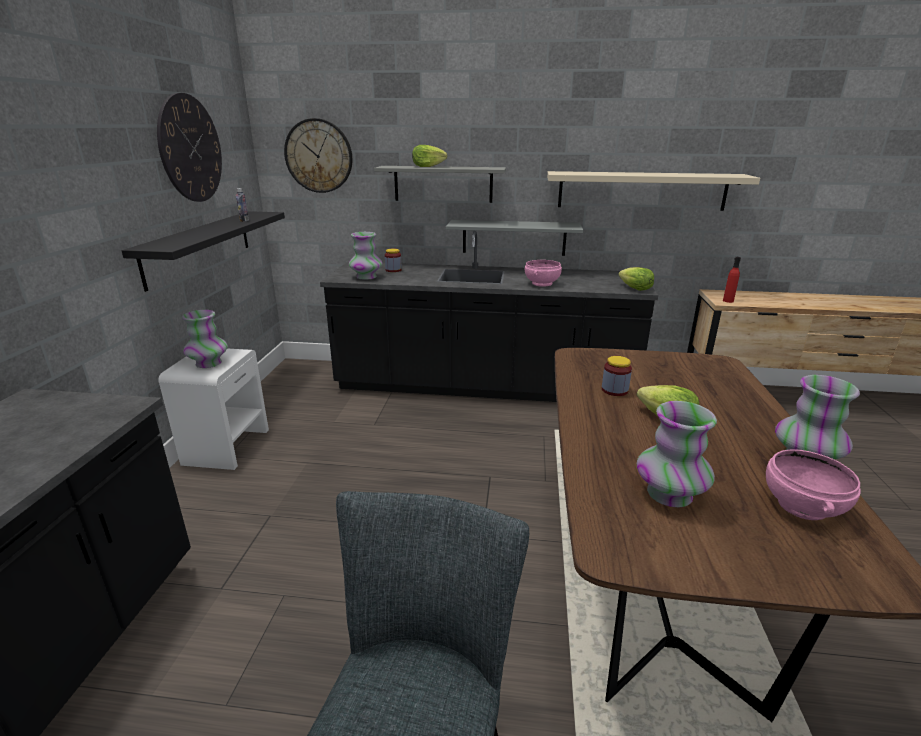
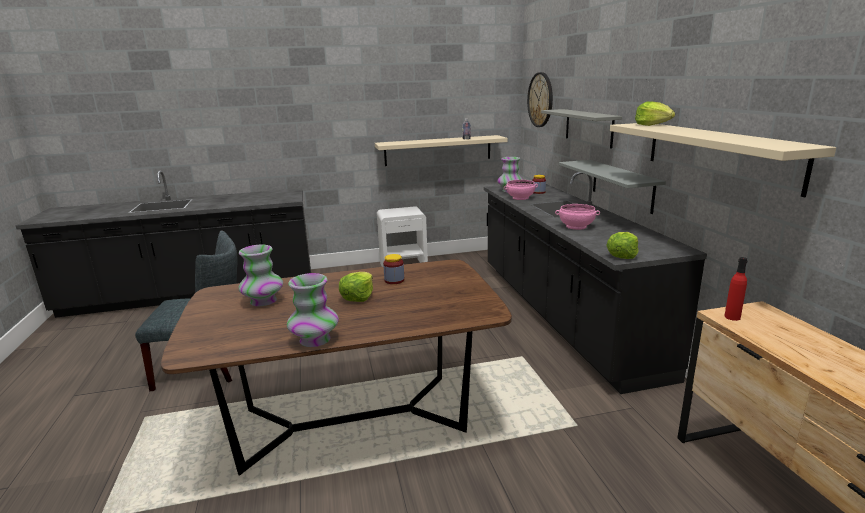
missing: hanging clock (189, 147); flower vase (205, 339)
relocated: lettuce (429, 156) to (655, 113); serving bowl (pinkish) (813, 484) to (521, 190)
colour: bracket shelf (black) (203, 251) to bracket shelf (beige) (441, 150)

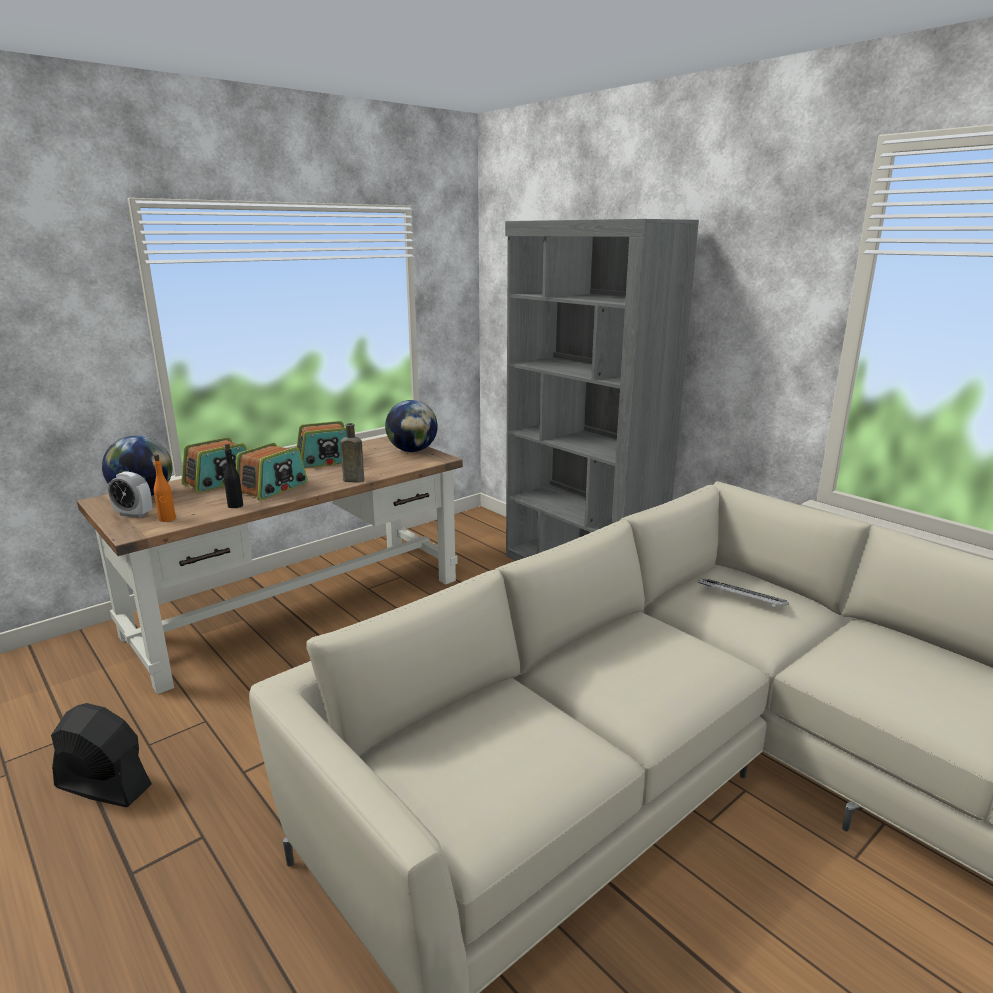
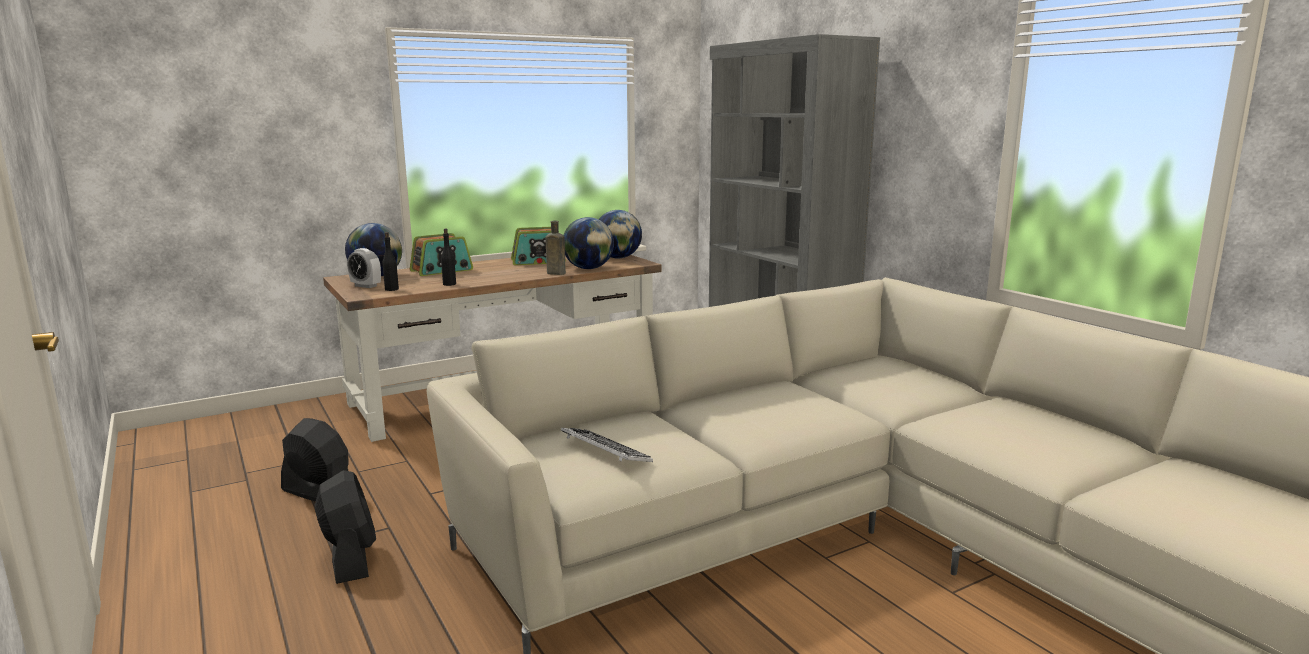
missing: radio (272, 471)
appeared: desk globe (589, 243); cooling fan (black) (345, 527)
relocated: PC keyboard (743, 593) to (607, 445)
colour: drink bottle (orange) (165, 488) to drink bottle (black) (391, 261)

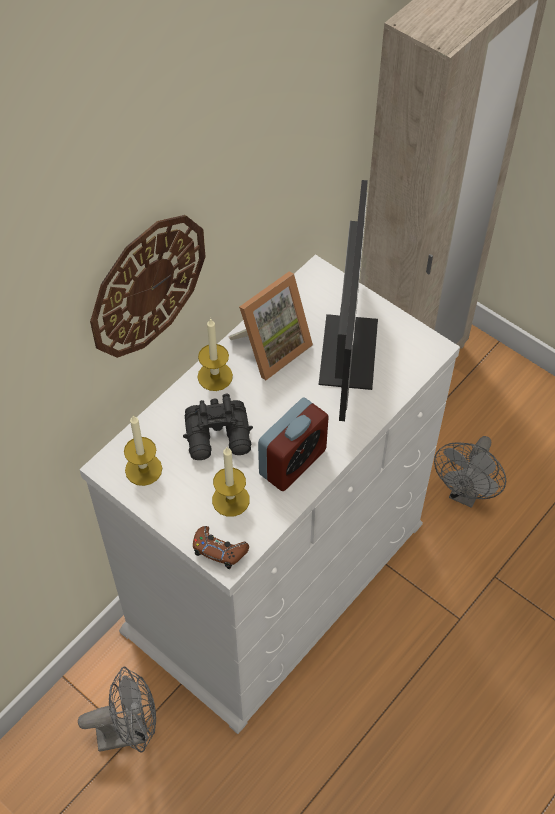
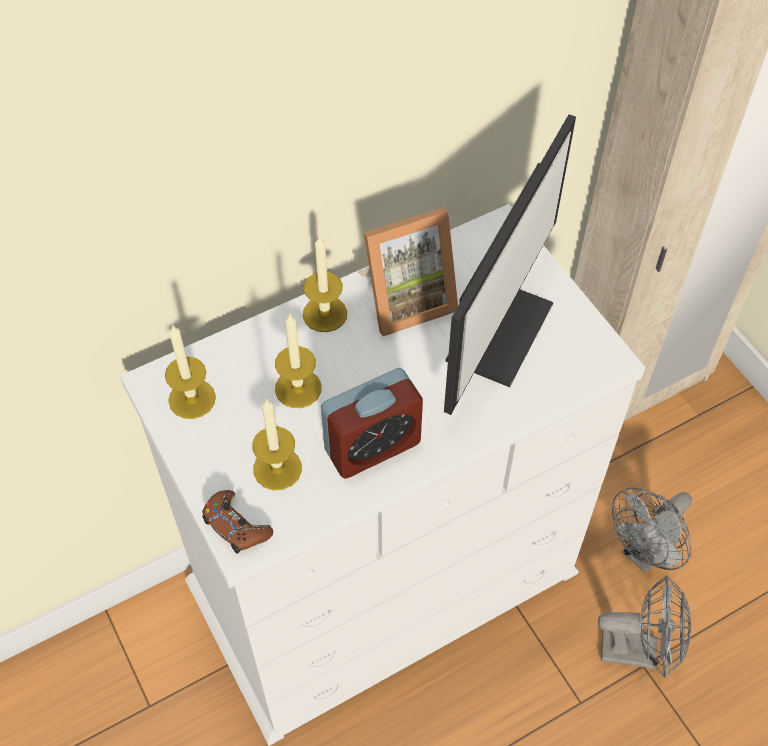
missing: hanging clock (148, 286)
relocated: cooling fan (gray) (117, 710) to (644, 626)
exchanged: pair of binoculars (black) (218, 427) to candle (298, 360)

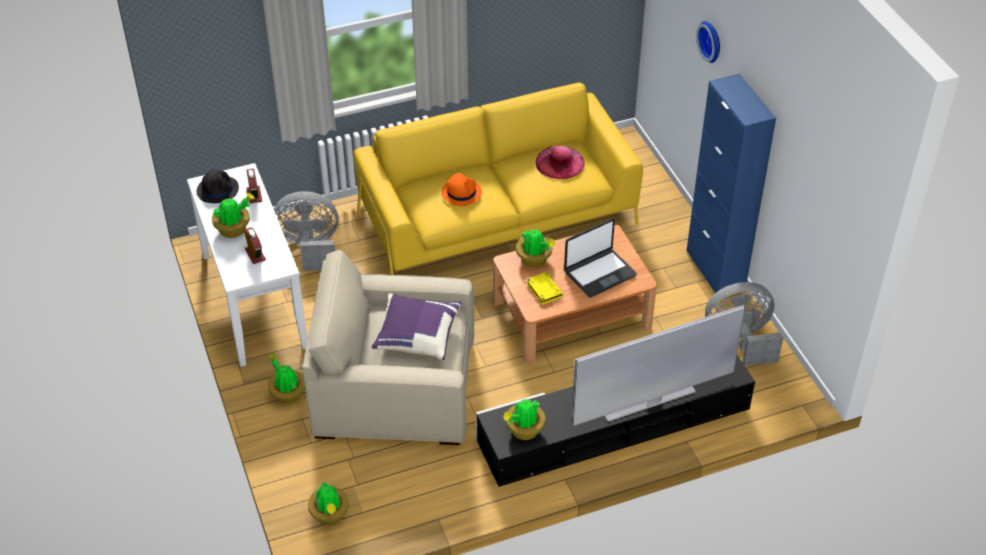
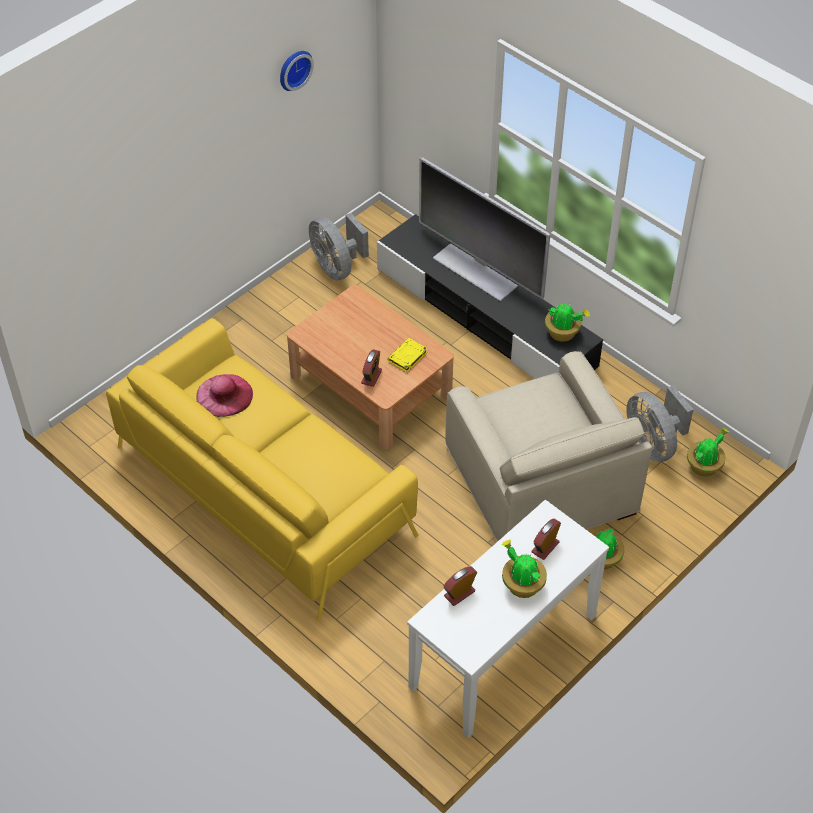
missing: cupboard (blue-coloured) (731, 183); clothing hat (black) (218, 186); clothing hat (orange) (461, 189); notebook computer (600, 258); throw pillow (purple) (417, 327)
relocated: hanging clock (708, 42) to (297, 71); cooling fan (gray) (306, 231) to (660, 423)
exchanged: plant in a pot (535, 248) to table clock (371, 368)

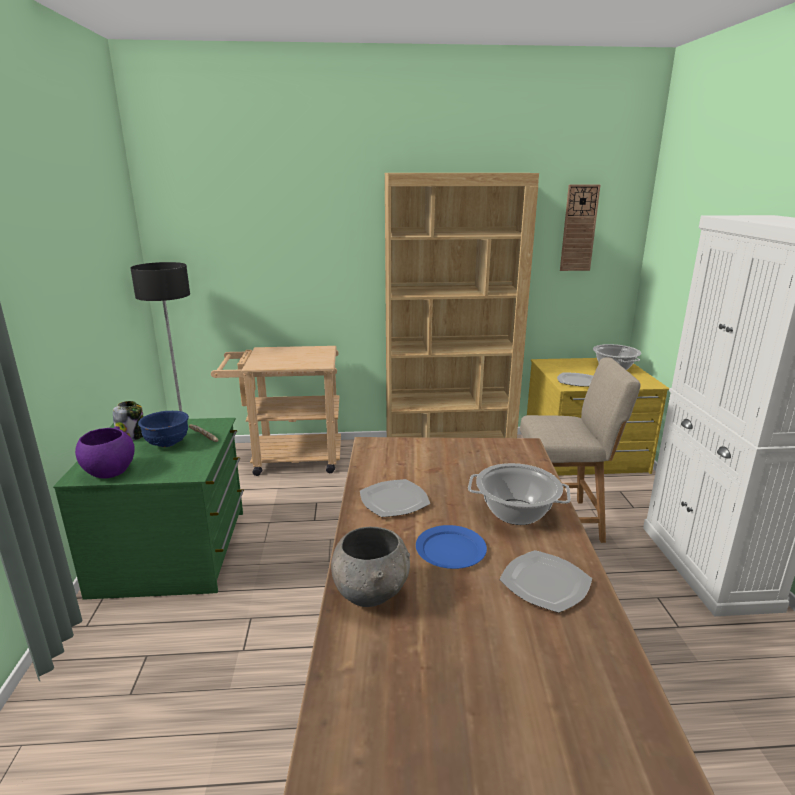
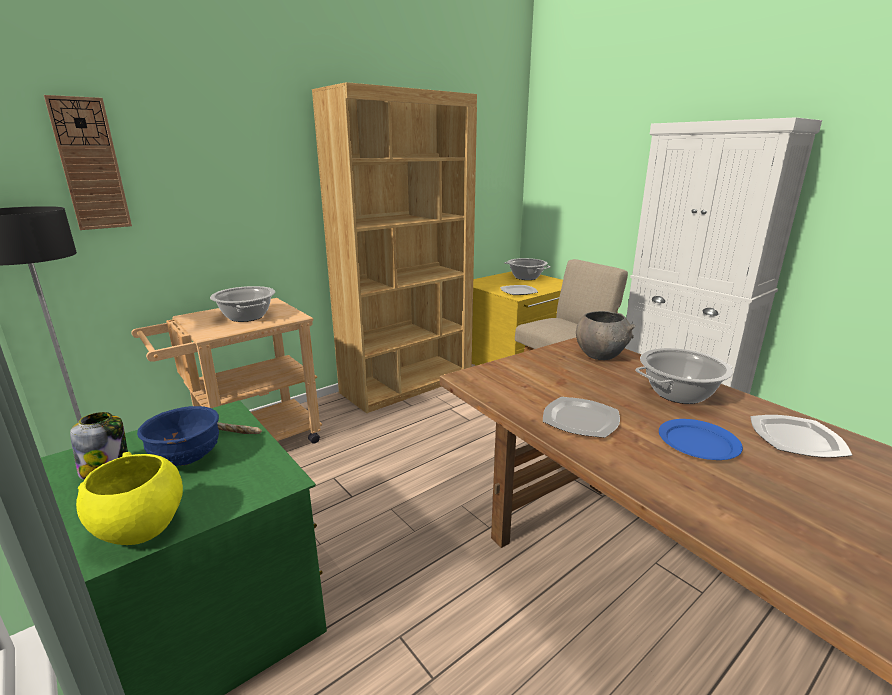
appeared: stockpot (242, 304)
relocated: hanging clock (580, 228) to (88, 162); serving bowl (gray) (370, 567) to (605, 335)
colour: serving bowl (purple) (105, 452) to serving bowl (yellow-coloured) (129, 498)

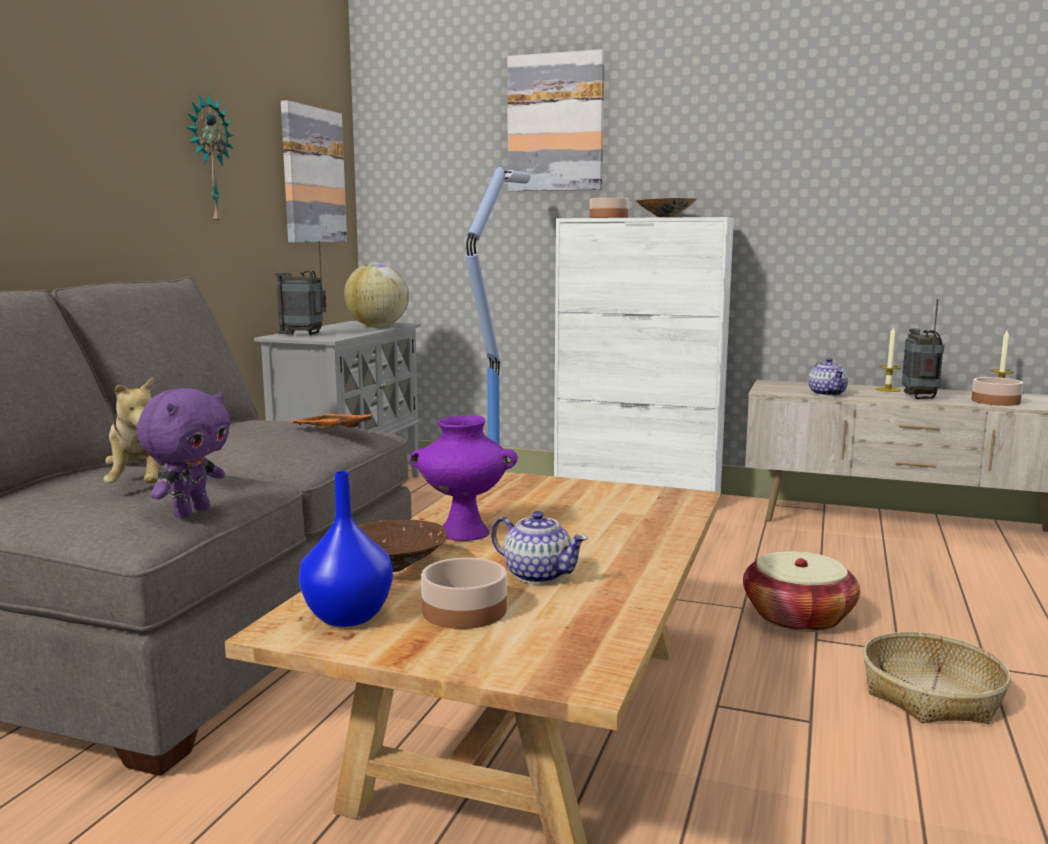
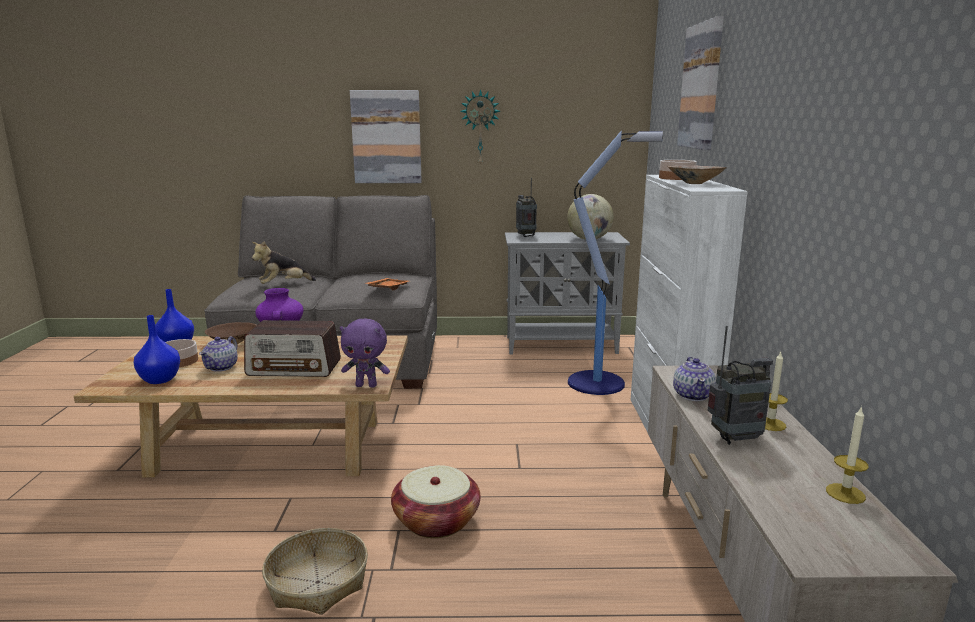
missing: serving bowl (997, 391)
appeared: flower vase (blue-coloured) (157, 349); radio (292, 348)
relocated: wall art (314, 171) to (386, 136); plush toy (purple) (183, 453) to (365, 353)
spun: teapot (828, 377) = (694, 379) 60 degrees counterclockwise

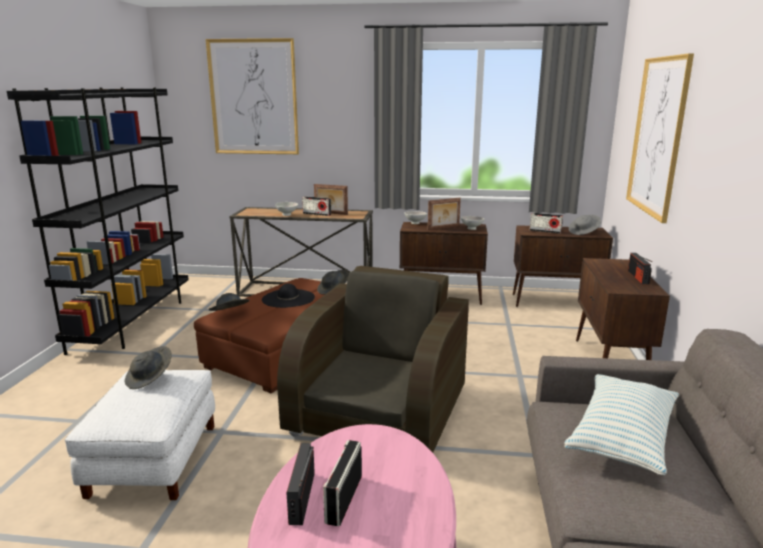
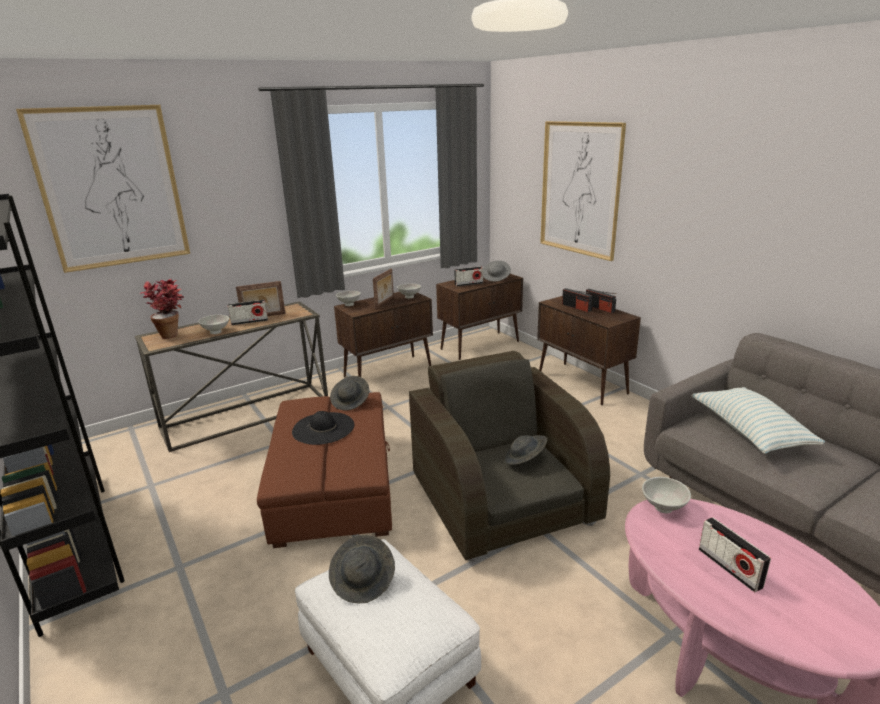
appeared: plant in a pot (162, 309); serving bowl (white) (666, 495)
relocated: clothing hat (gray) (229, 302) to (526, 450); radio (301, 484) to (577, 300)

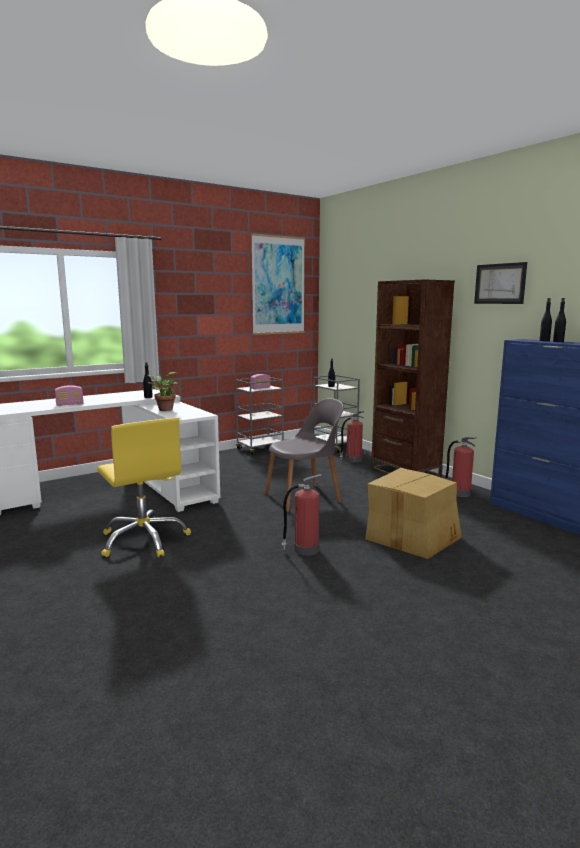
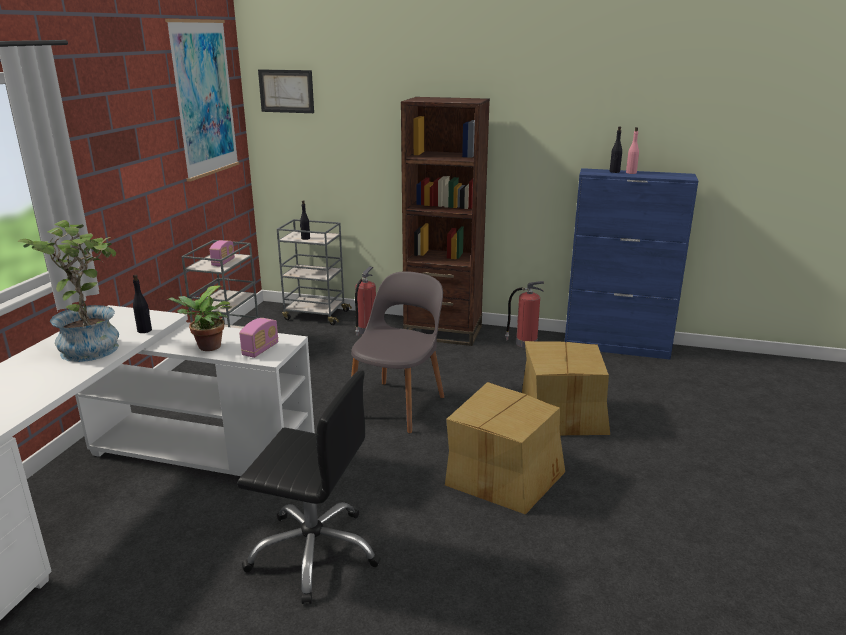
appeared: plant in a pot (68, 291)
relocated: wall art (500, 283) to (286, 91); radio (69, 395) to (258, 338)
exchanged: fire-fighting cylinder (302, 514) to cardboard box (505, 448)
colour: drink bottle (black) (559, 320) to drink bottle (pinkish) (632, 150); computer chair (yellow-coloured) (144, 487) to computer chair (black) (309, 487)

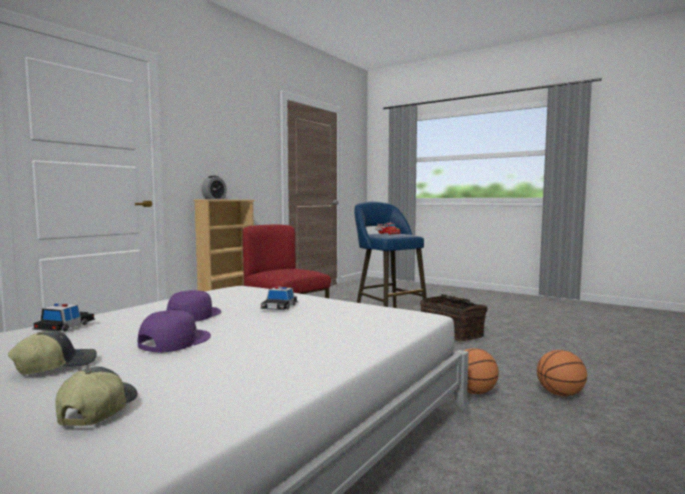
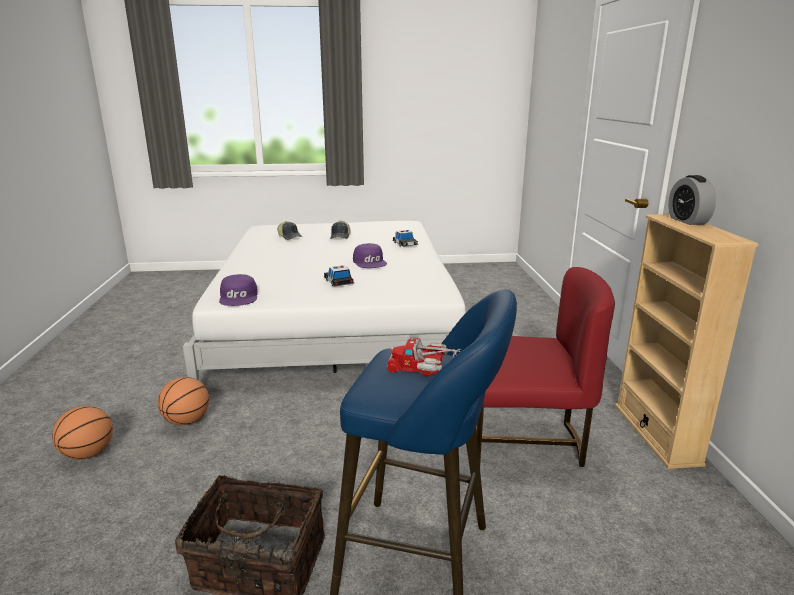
relocated: cap (purple) (174, 331) to (238, 290)

